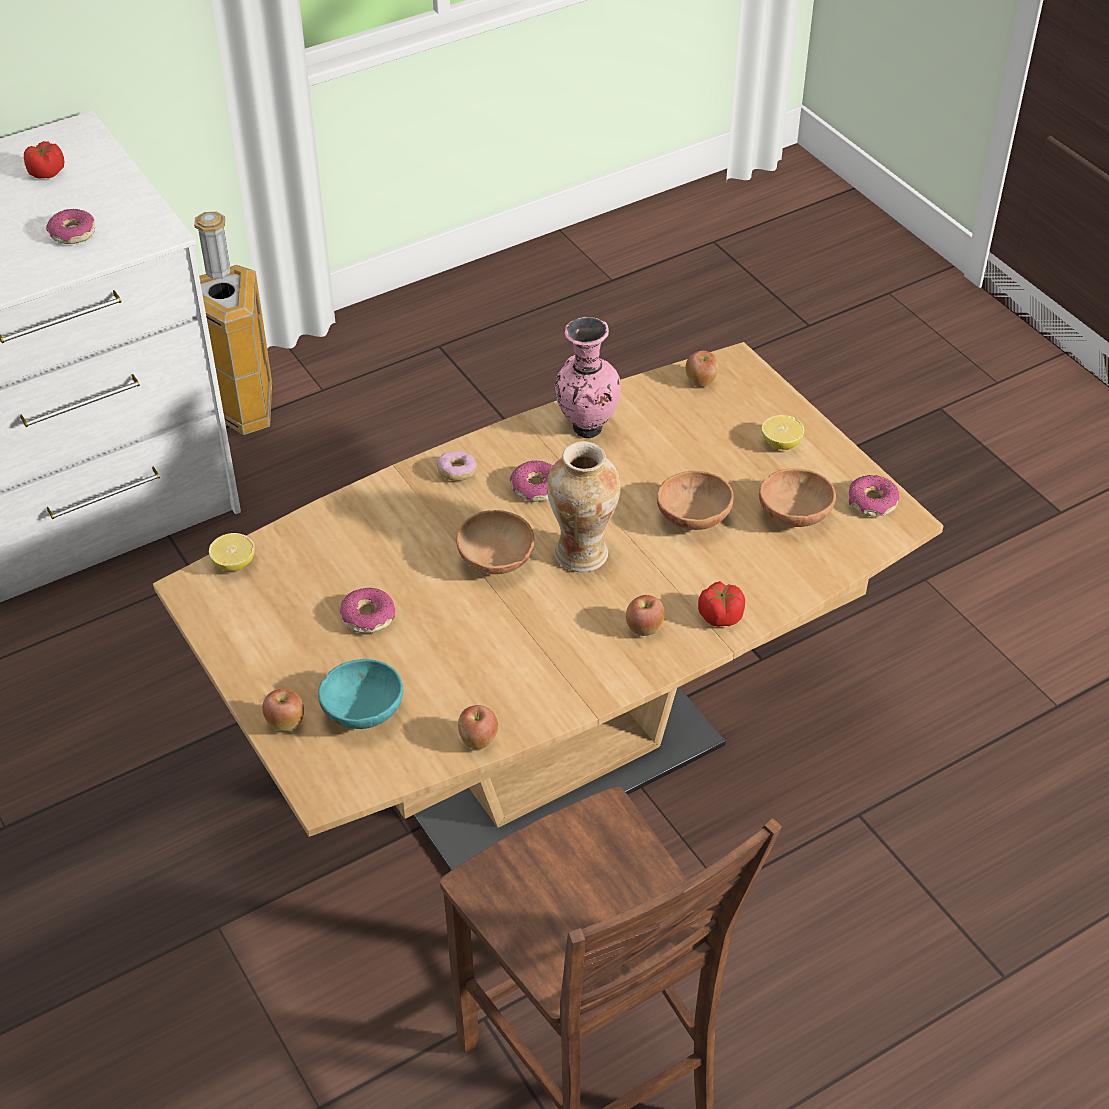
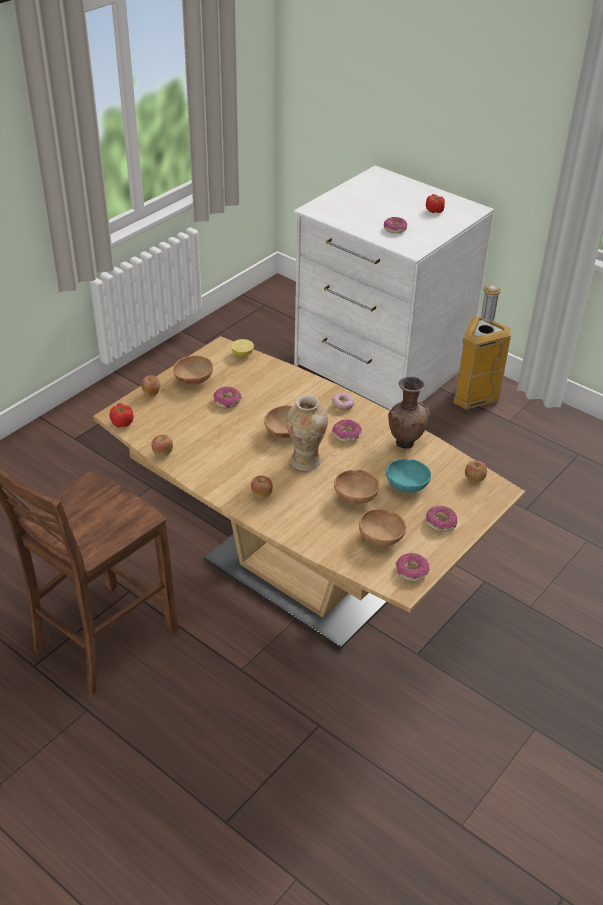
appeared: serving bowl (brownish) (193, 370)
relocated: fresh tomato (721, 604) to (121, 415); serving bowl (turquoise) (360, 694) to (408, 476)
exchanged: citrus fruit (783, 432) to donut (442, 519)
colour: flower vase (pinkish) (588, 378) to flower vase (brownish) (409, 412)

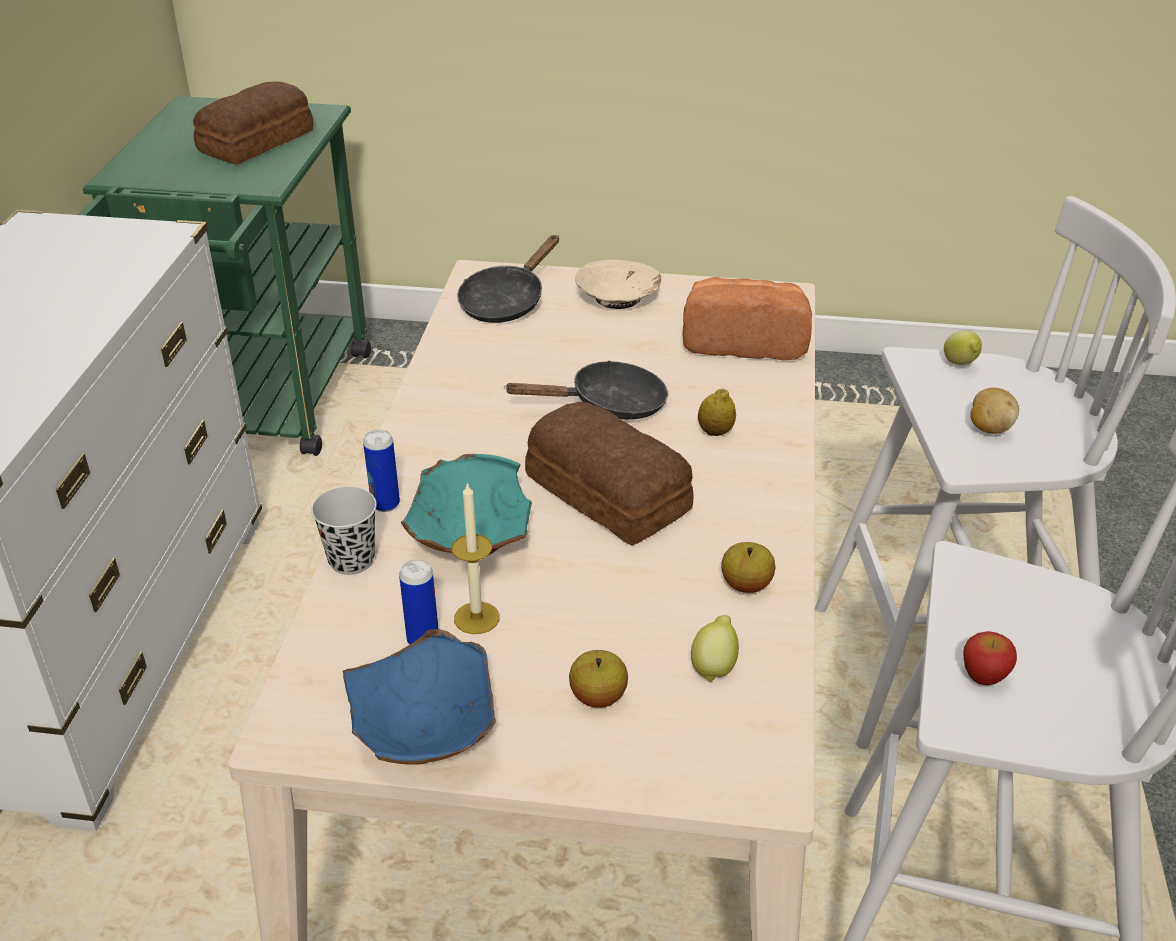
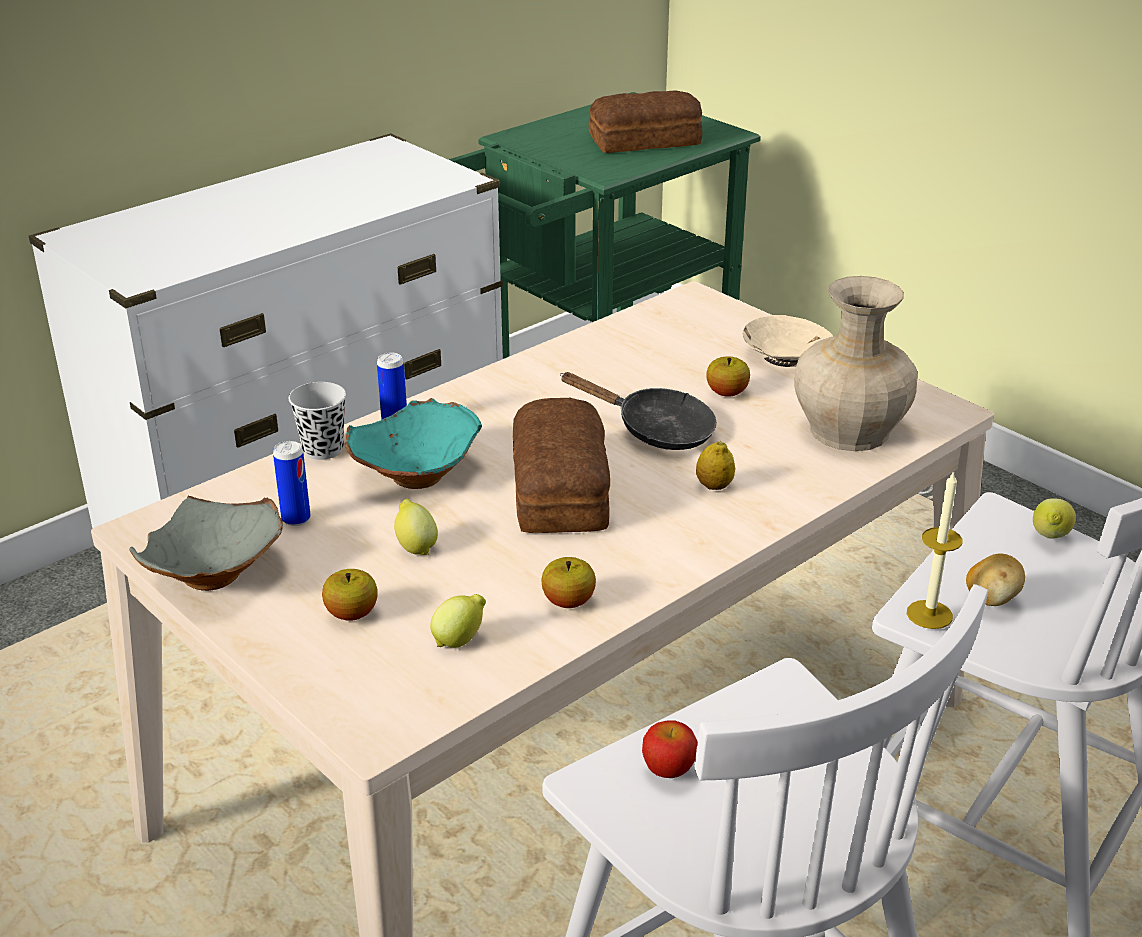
missing: pan (black) (508, 279)
appeared: apple fruit (728, 376); citrus fruit (416, 527)
relocated: candle (476, 558) to (935, 549)
exchanged: bakery bread (747, 318) to flower vase (beige) (856, 363)
colour: serving bowl (blue-coloured) (419, 696) to serving bowl (gray) (206, 543)

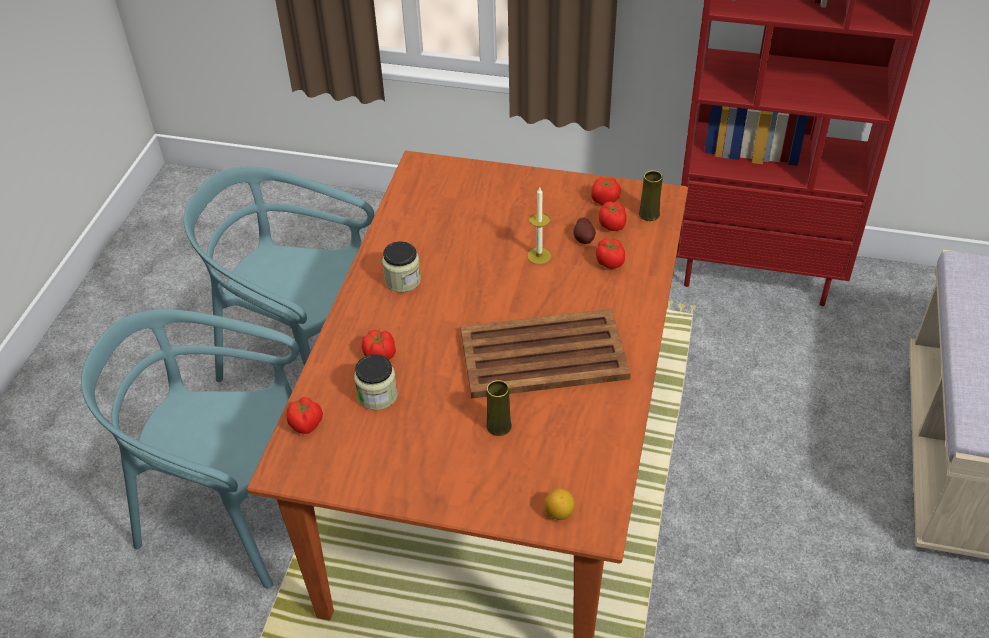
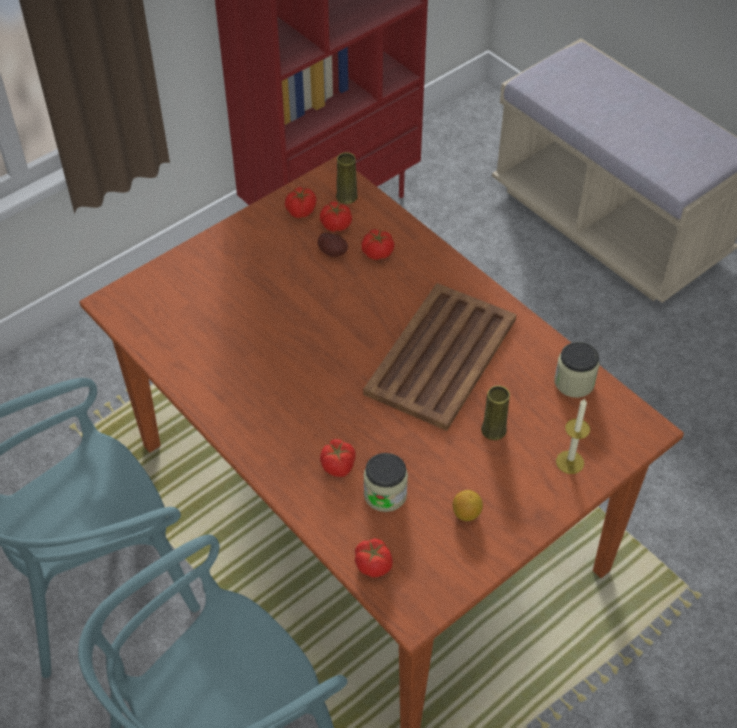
relocated: candle (539, 226) to (573, 436); jar (401, 266) to (576, 370); citrus fruit (560, 504) to (468, 505)

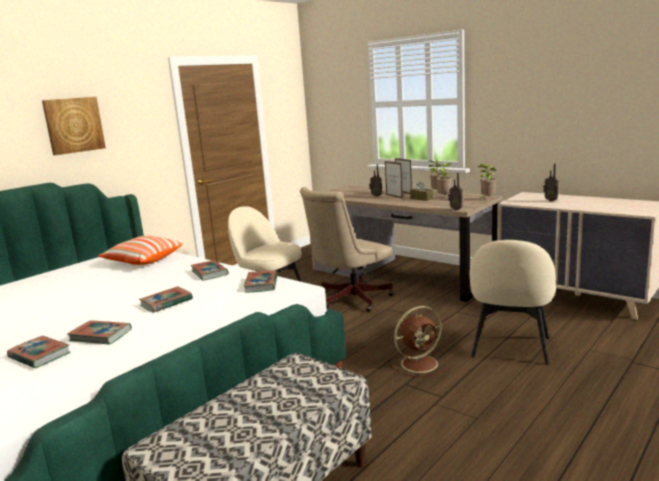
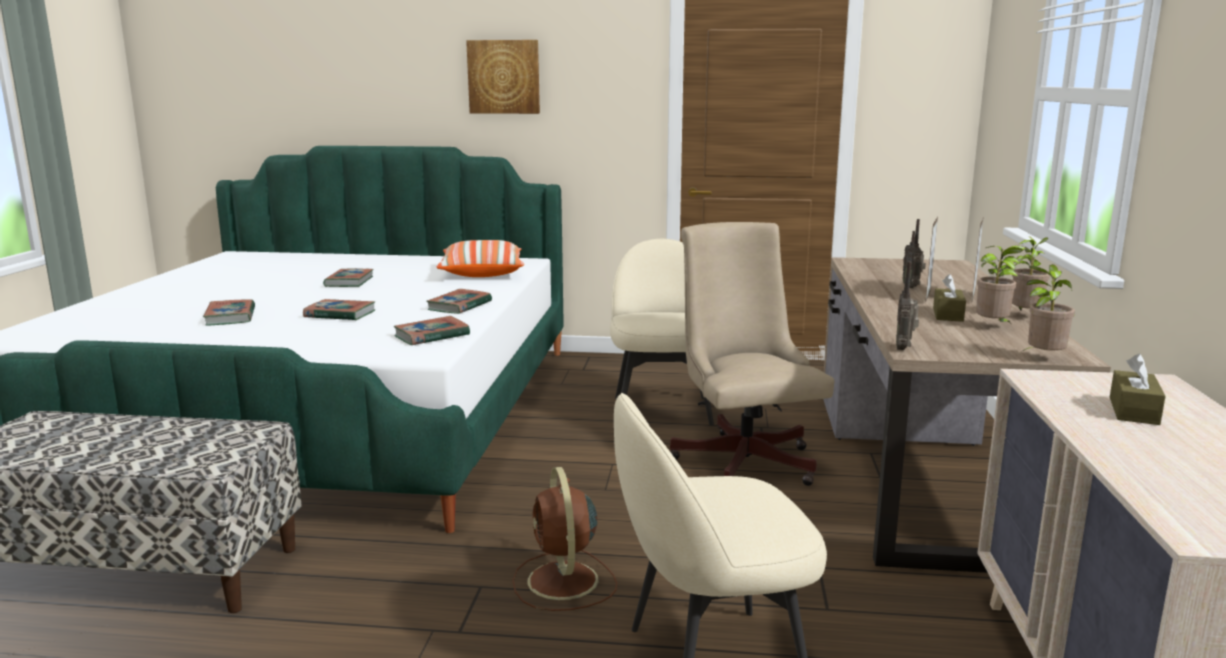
relocated: bound book (38, 352) to (348, 277)
exchanged: radio (551, 182) to tissue holder (brownish) (1138, 389)
spun: computer chair (beige) (347, 249) = (752, 354) 60 degrees clockwise; cooling fan (brownish) (419, 341) = (565, 539) 45 degrees clockwise

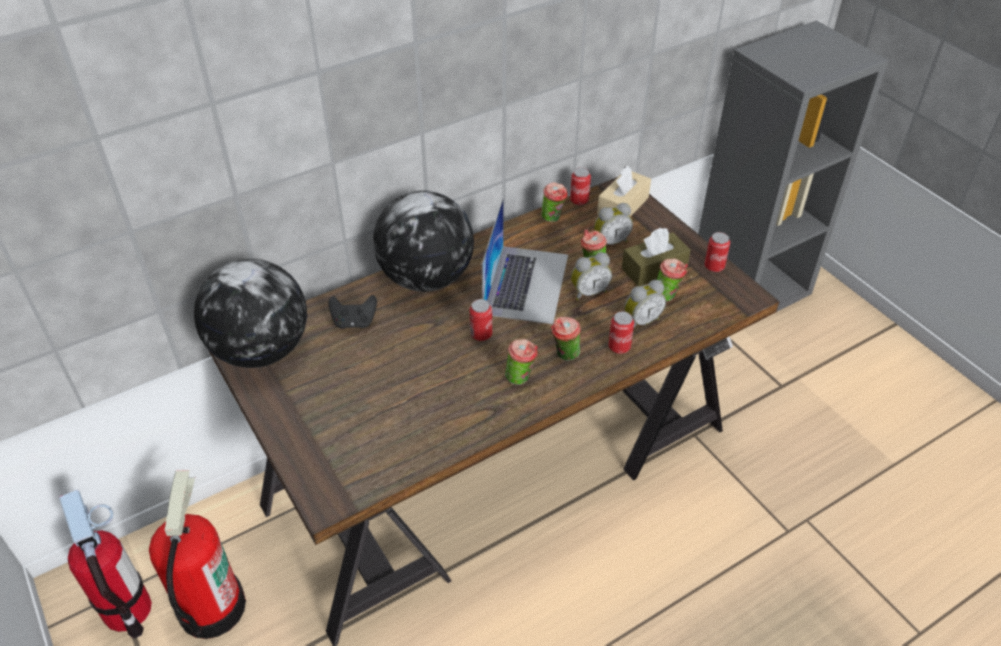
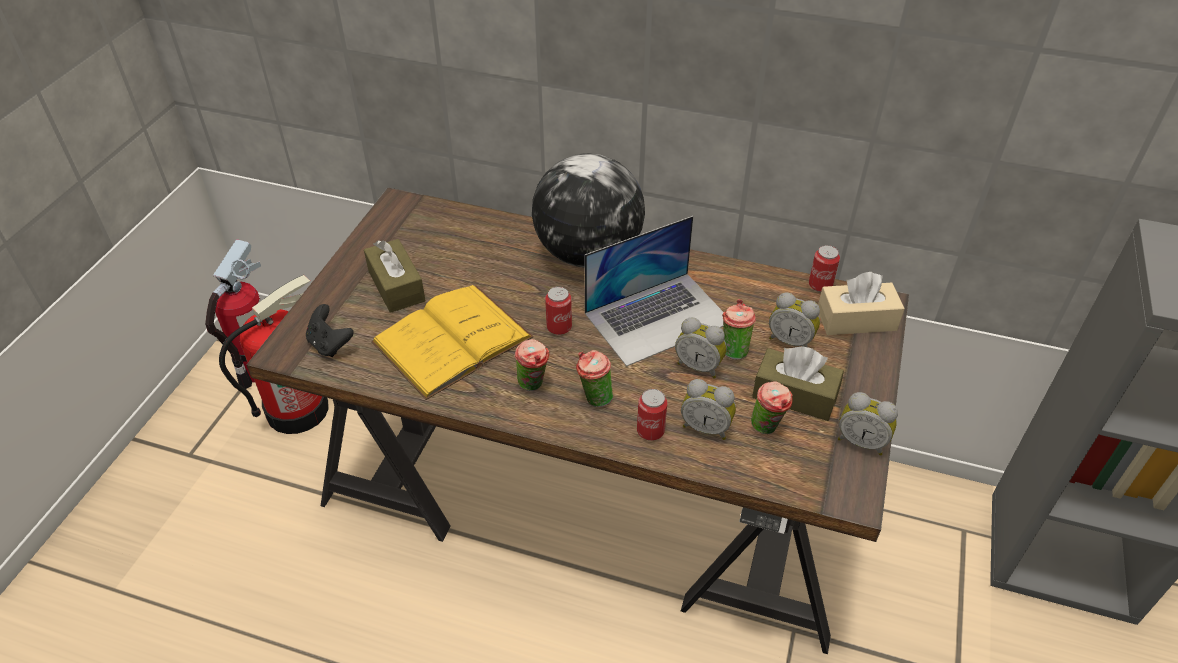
missing: cup (555, 202); desk globe (250, 313)
appeared: tissue holder (brownish) (394, 276); bound book (yellow-coloured) (452, 342)
relocated: game controller (black) (353, 312) to (330, 330)
exchanged: can (717, 252) to table clock (868, 424)

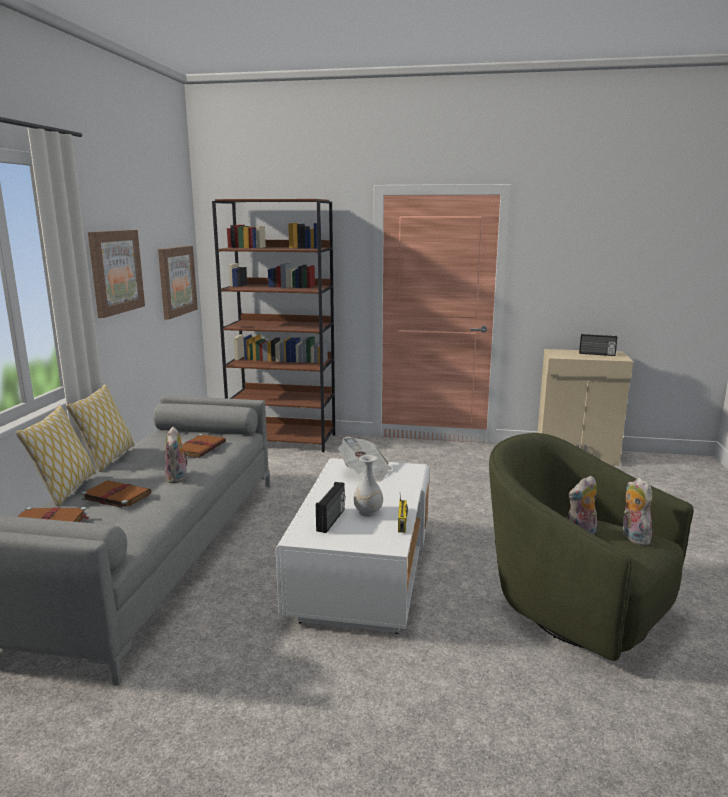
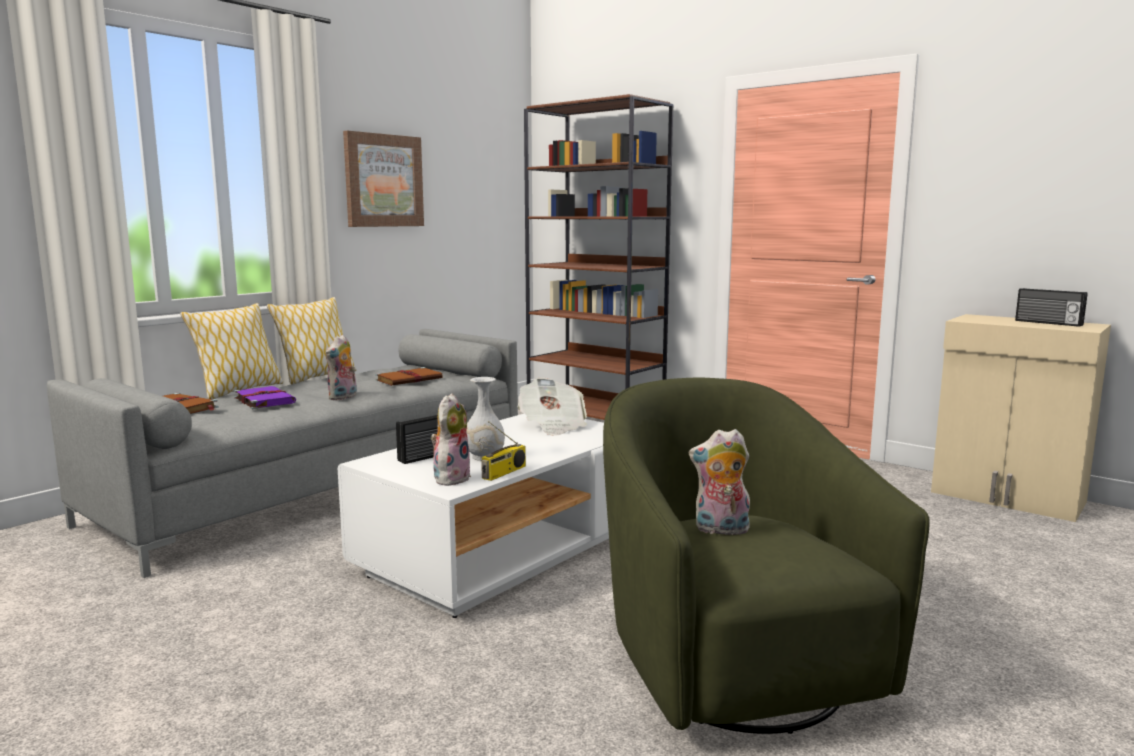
missing: wall art (178, 283)
relocated: plush toy (637, 511) to (451, 440)
colour: bound book (brownish) (116, 494) to bound book (purple) (265, 397)

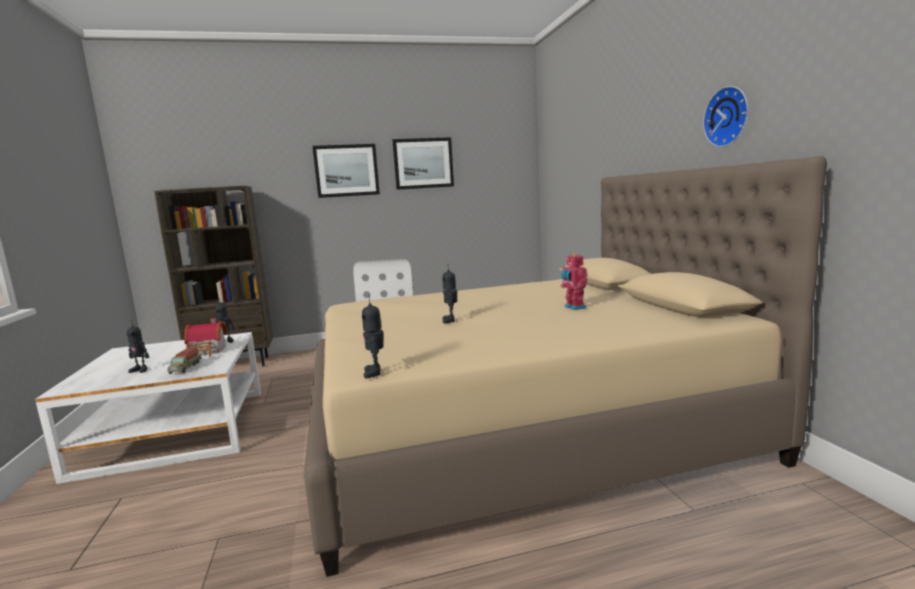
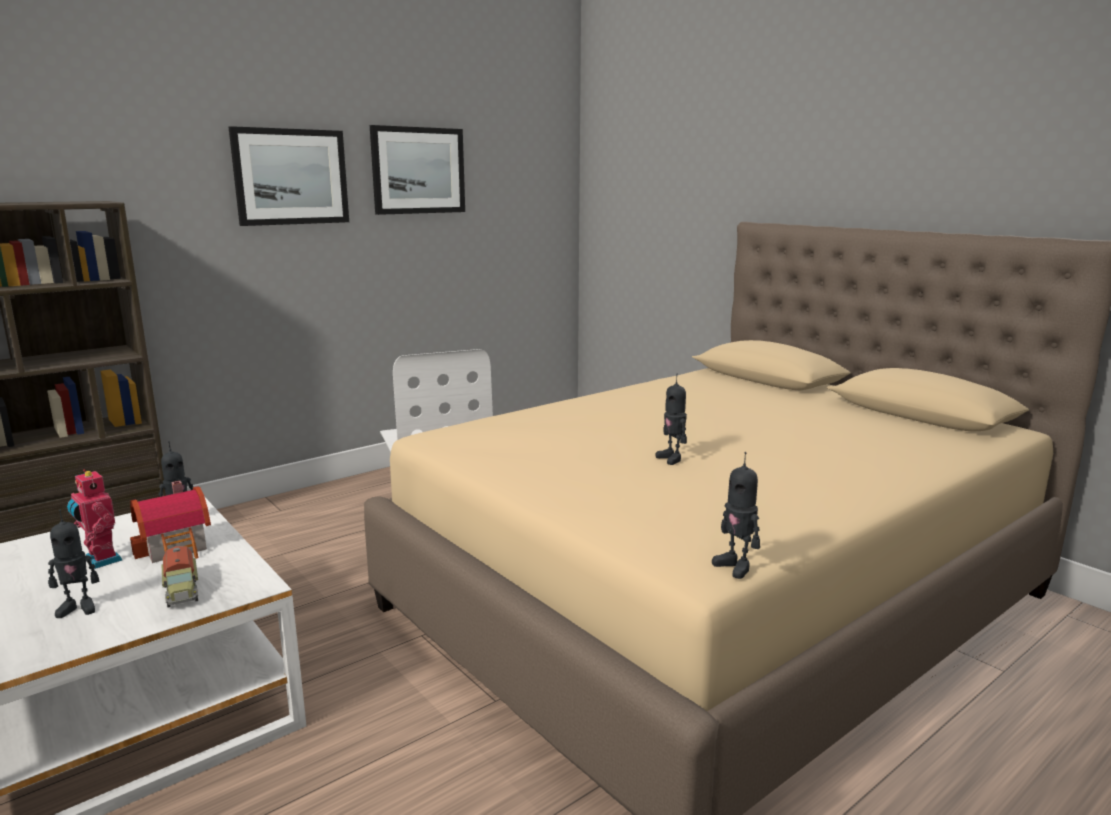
missing: hanging clock (725, 116)
relocated: robot figure (574, 281) to (94, 519)

